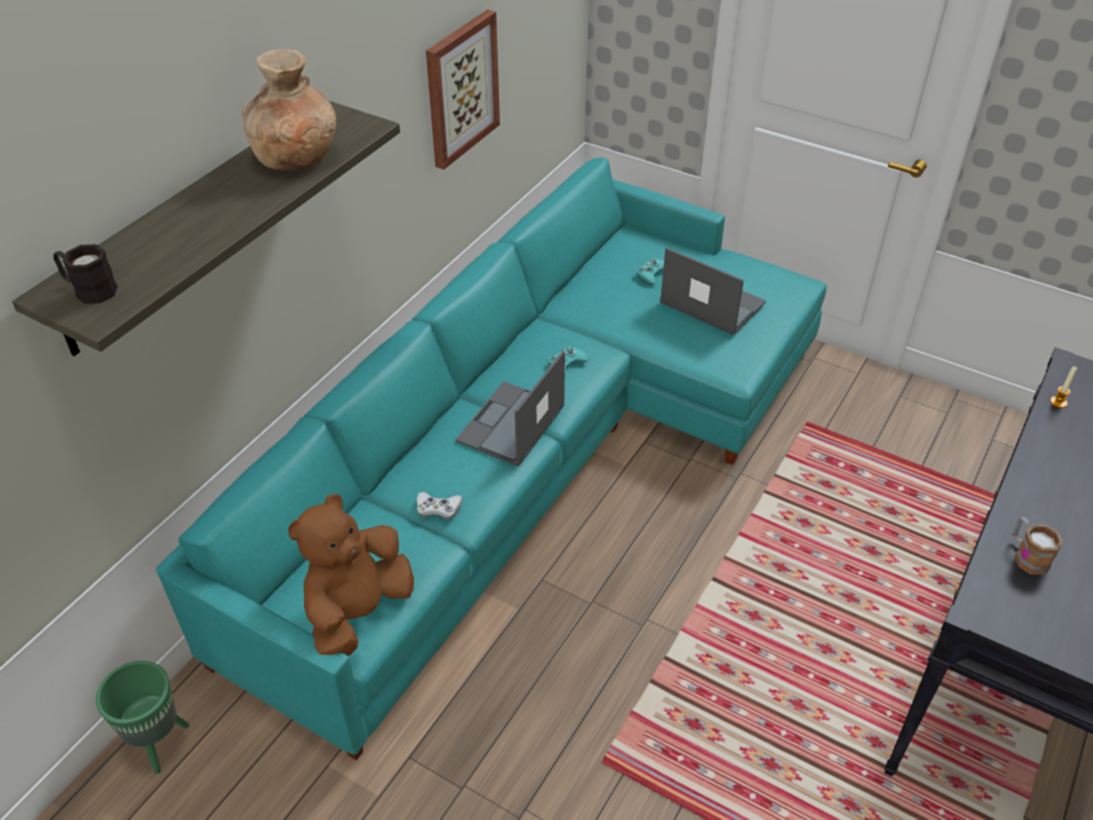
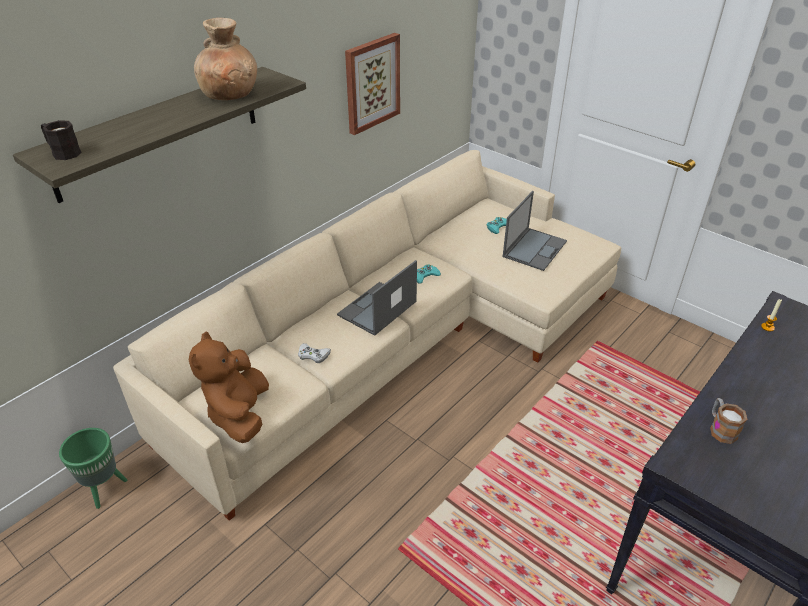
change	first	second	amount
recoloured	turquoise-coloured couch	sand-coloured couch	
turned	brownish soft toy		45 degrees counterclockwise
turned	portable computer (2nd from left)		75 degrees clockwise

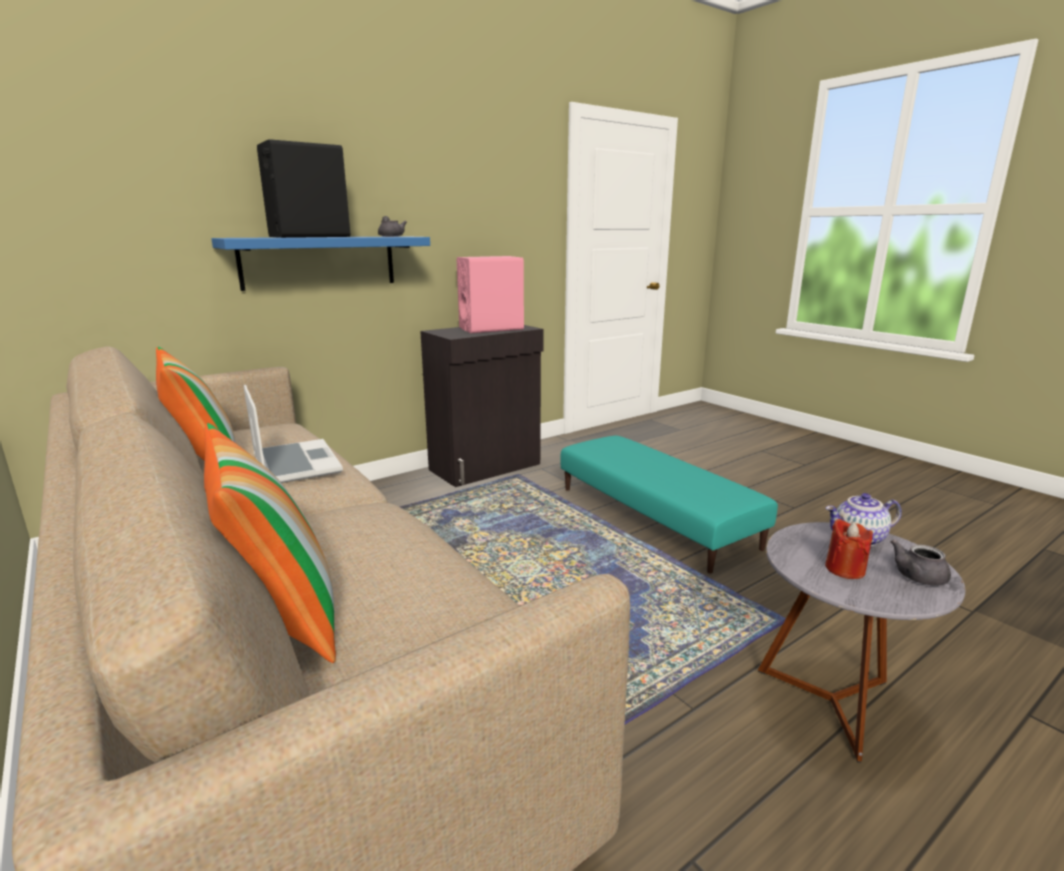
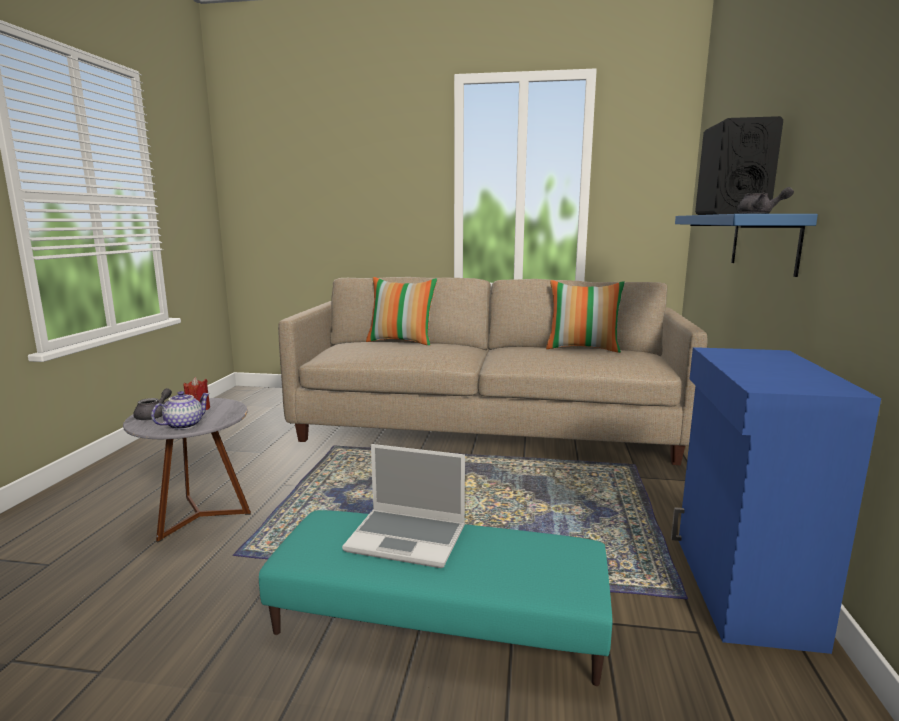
change	first	second	amount
moved	portable computer		
recoloured	black-coloured storage cabinet	blue storage cabinet	
removed	pinkish speaker		

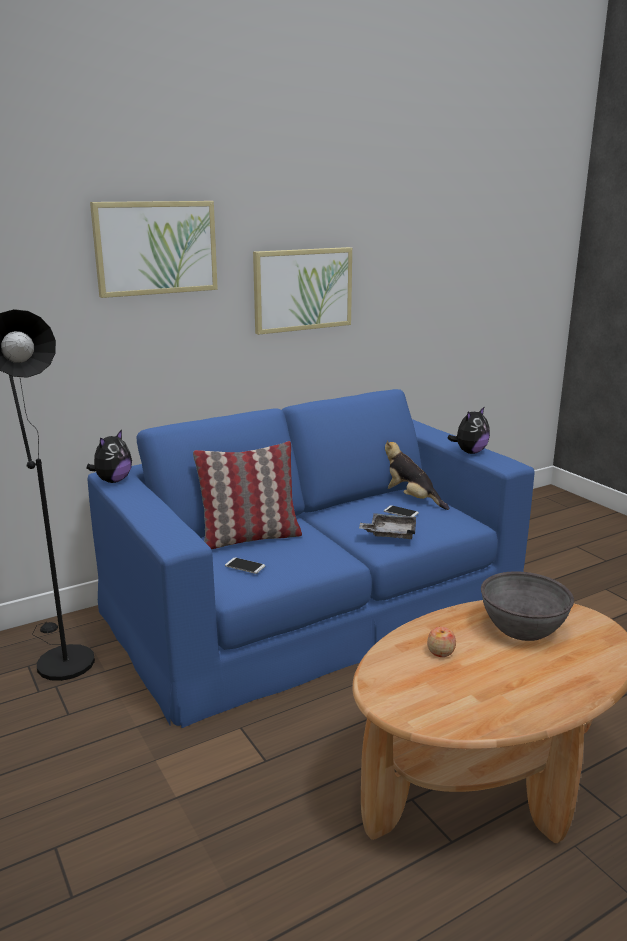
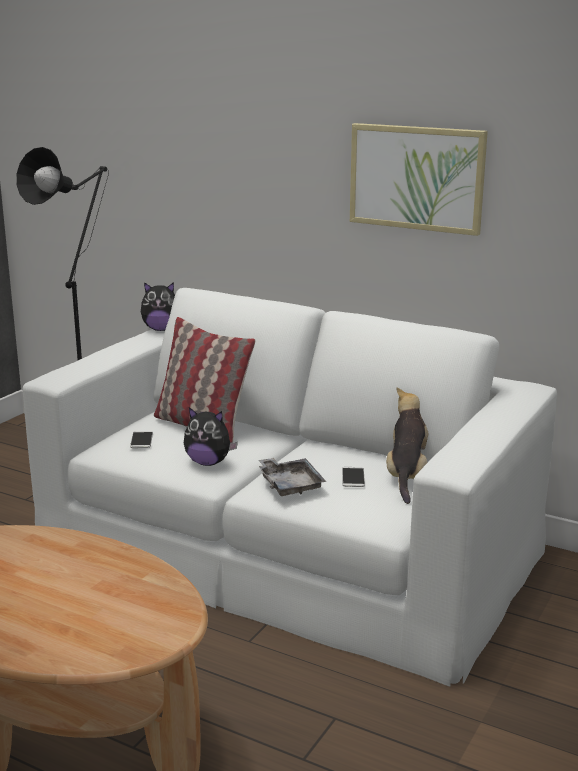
change	first	second	amount
recoloured	blue couch	whitish couch	
removed	picture (1st from left)		
removed	apple		
moved	soft toy (3rd from left in the first image)	soft toy (2nd from left)	
removed	gray bowl		

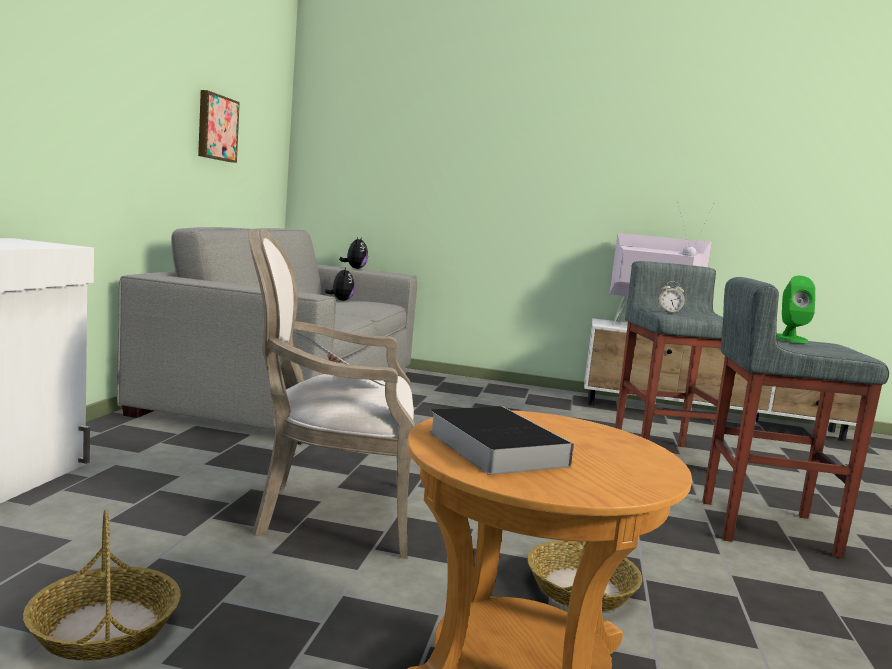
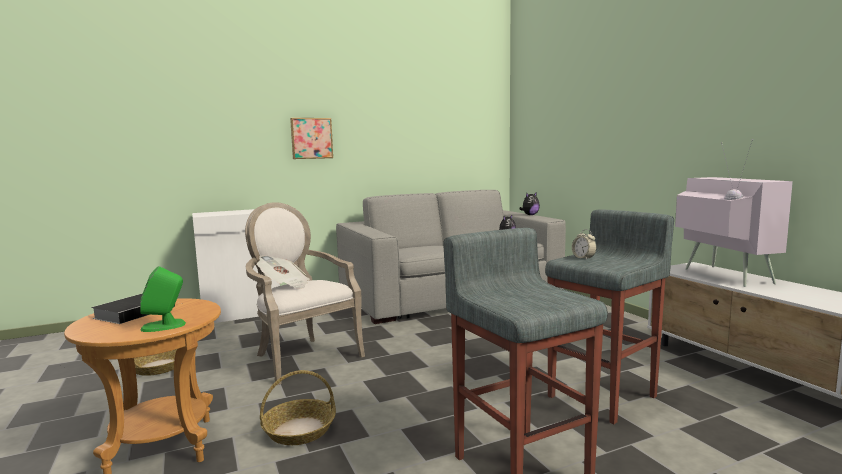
change	first	second	amount
moved	picture		
moved	green-coloured speaker		

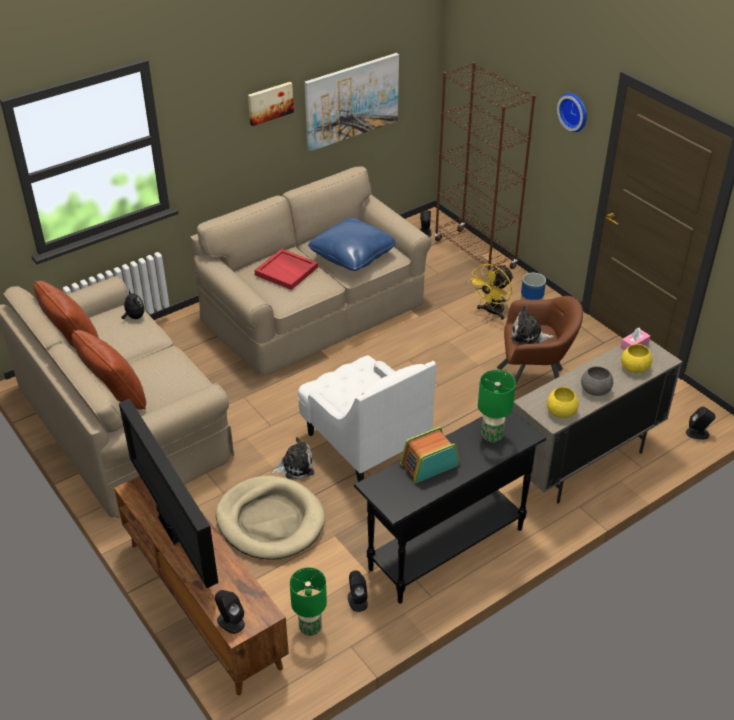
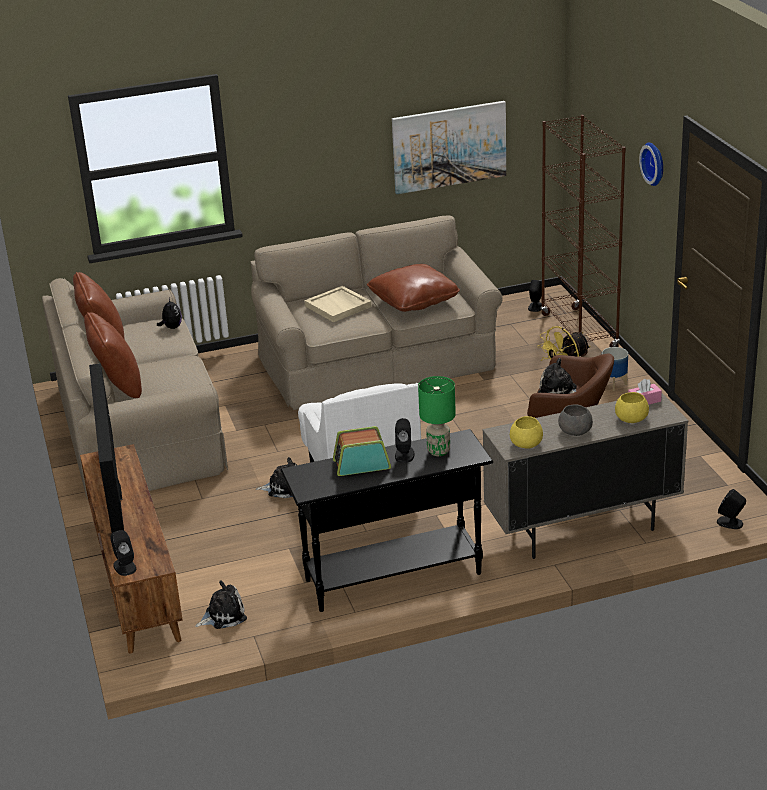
change	first	second	amount
removed	sand-coloured dog cushion		
removed	picture (1st from left)		
recoloured	red tray	sand-coloured tray	
replaced	green-coloured lamp for a table (1st from left)	soft toy (2nd from left)	
recoloured	blue throw pillow	brownish throw pillow (3rd from left)	
moved	black-coloured speaker (2nd from left)		

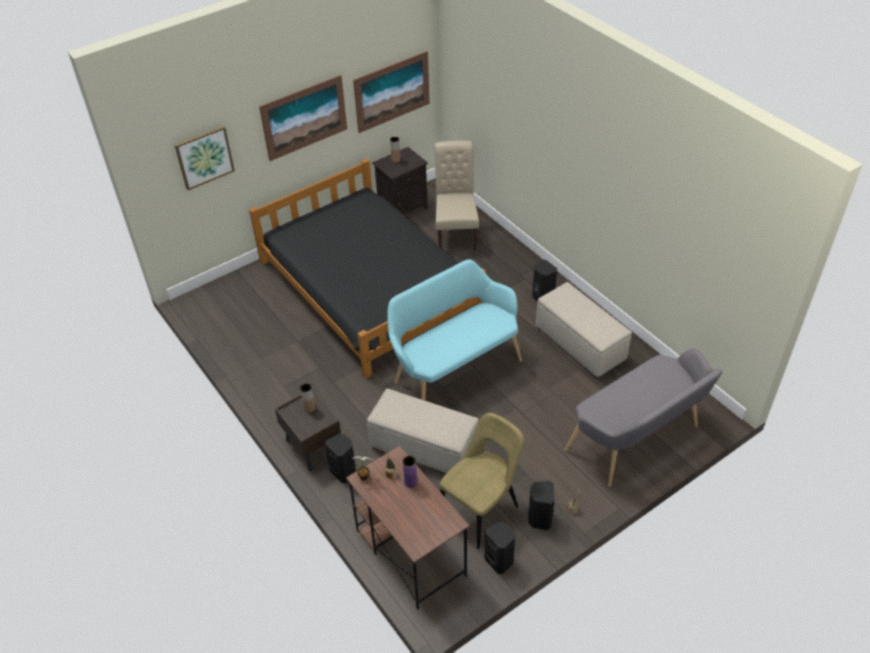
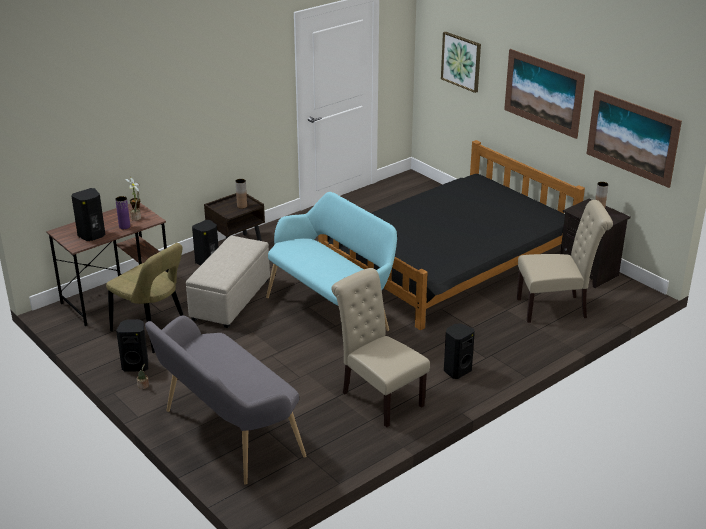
change	first	second	amount
moved	black-coloured speaker (2nd from left in the first image)	black-coloured speaker (1st from left)	
replaced	sand-coloured ottoman (2nd from left)	sand-coloured chair (2nd from left)	

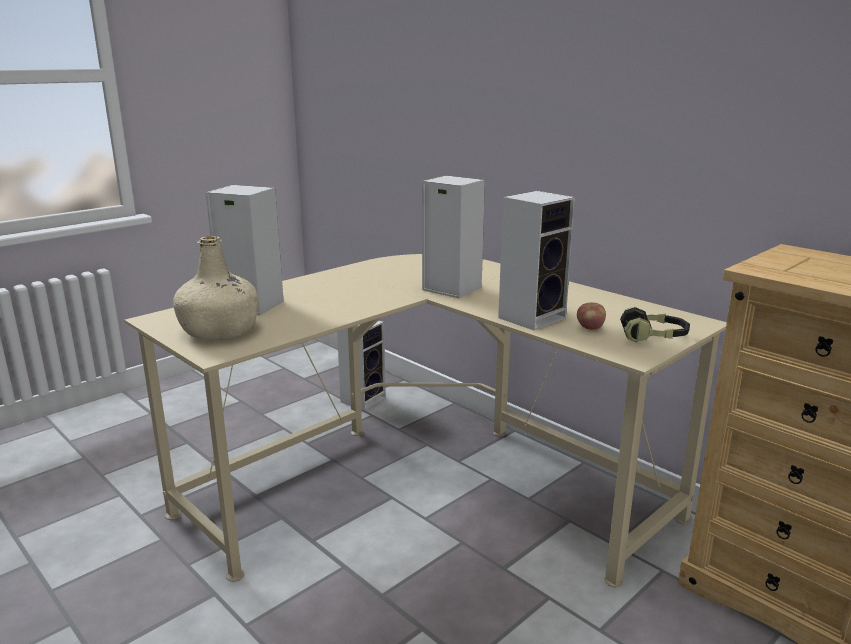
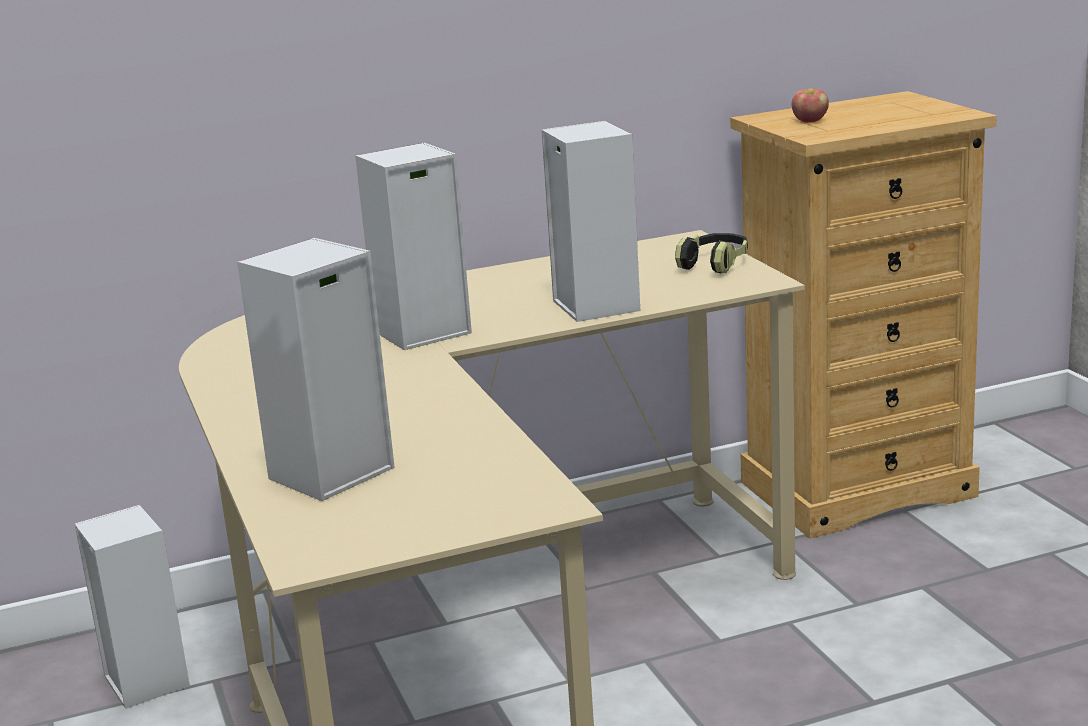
change	first	second	amount
removed	sand-coloured drink bottle		
moved	apple		

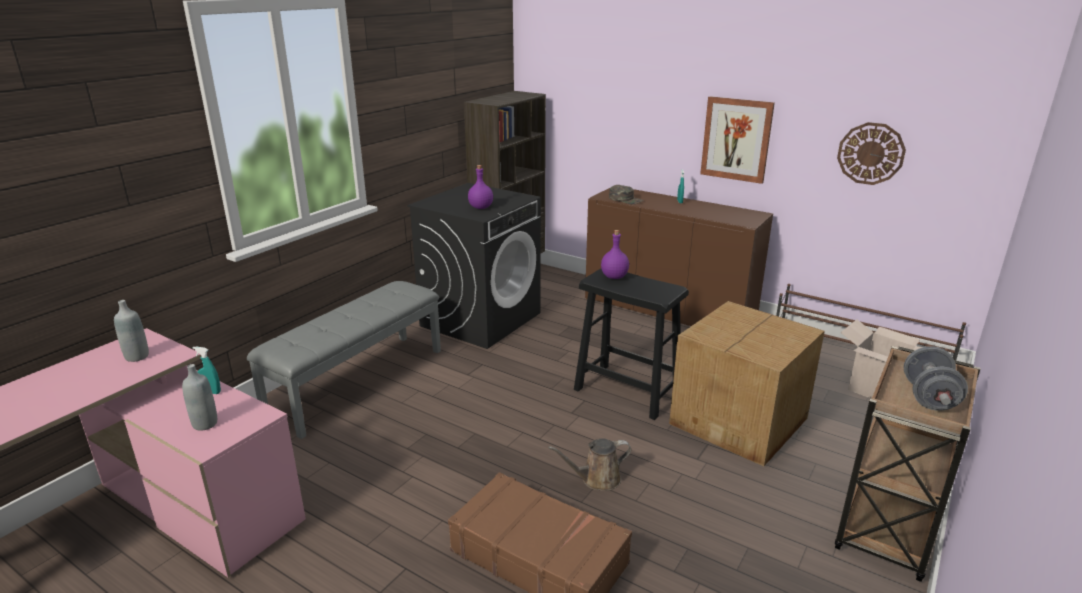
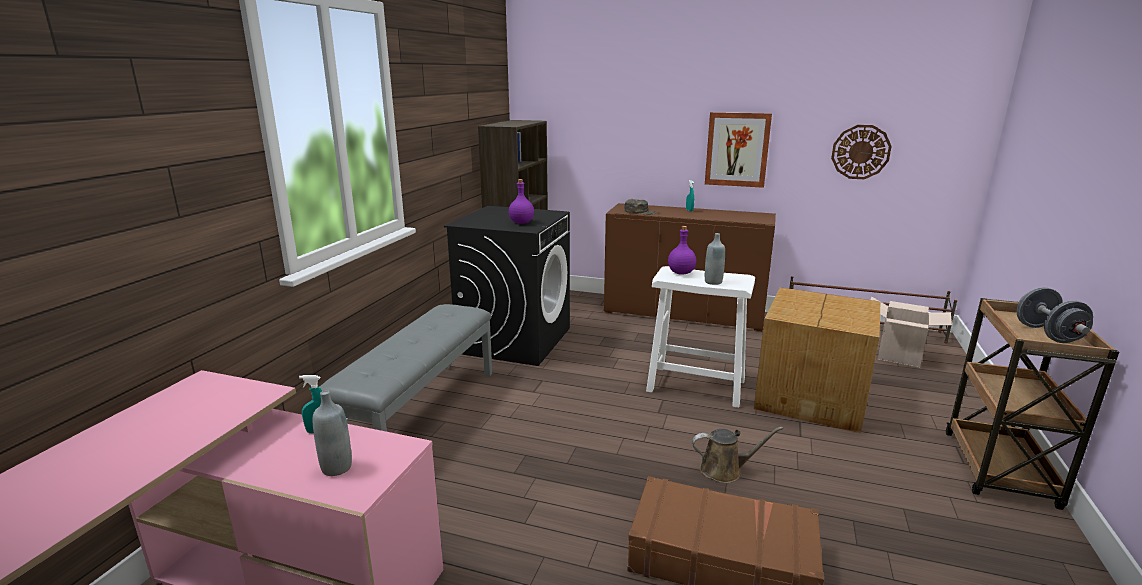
change	first	second	amount
moved	gray drink bottle (1st from left in the first image)	gray drink bottle (2nd from left)	
turned	brownish sprinkling can		150 degrees counterclockwise
recoloured	black-coloured stool	whitish stool	

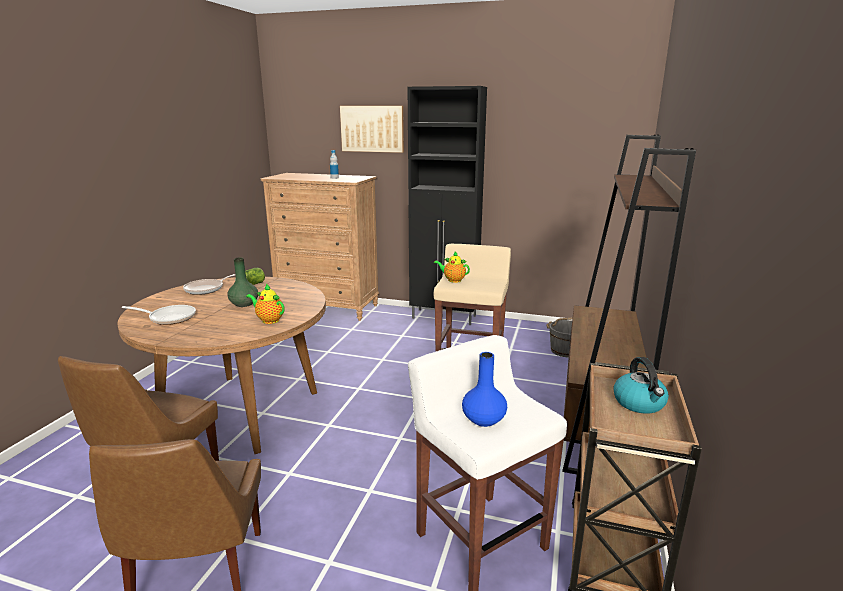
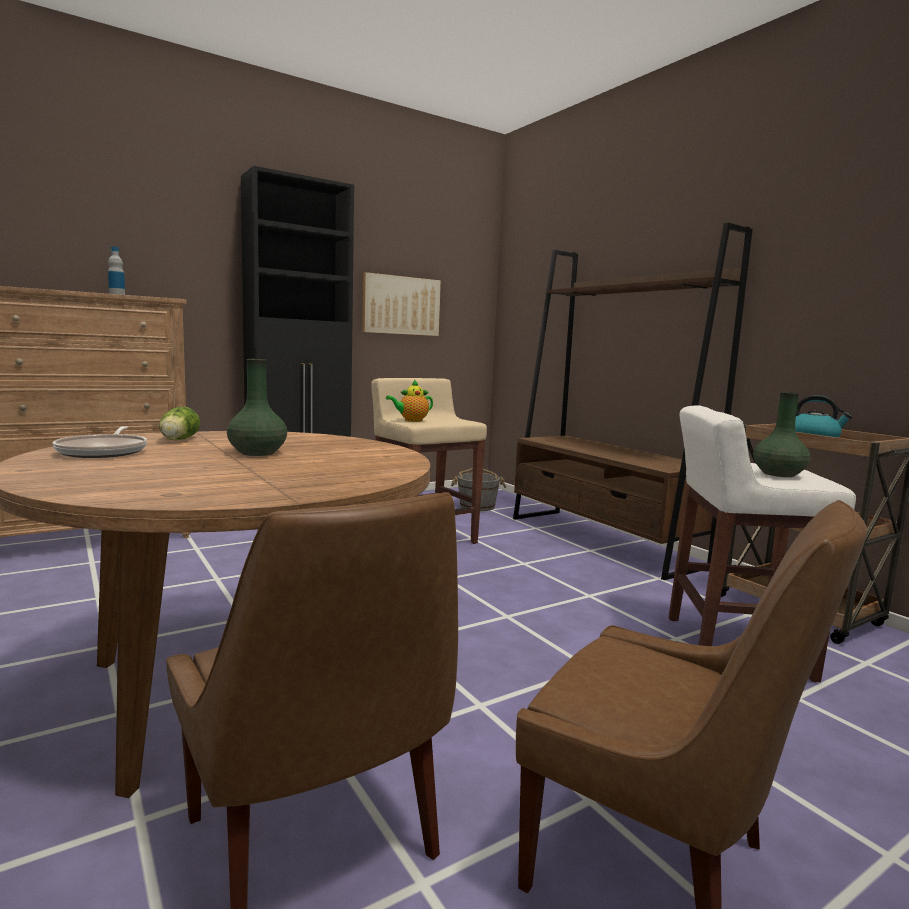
change	first	second	amount
removed	pan (1st from left)		
removed	teapot (1st from left)		
moved	picture		
recoloured	blue flower vase	green-coloured flower vase (2nd from left)	

